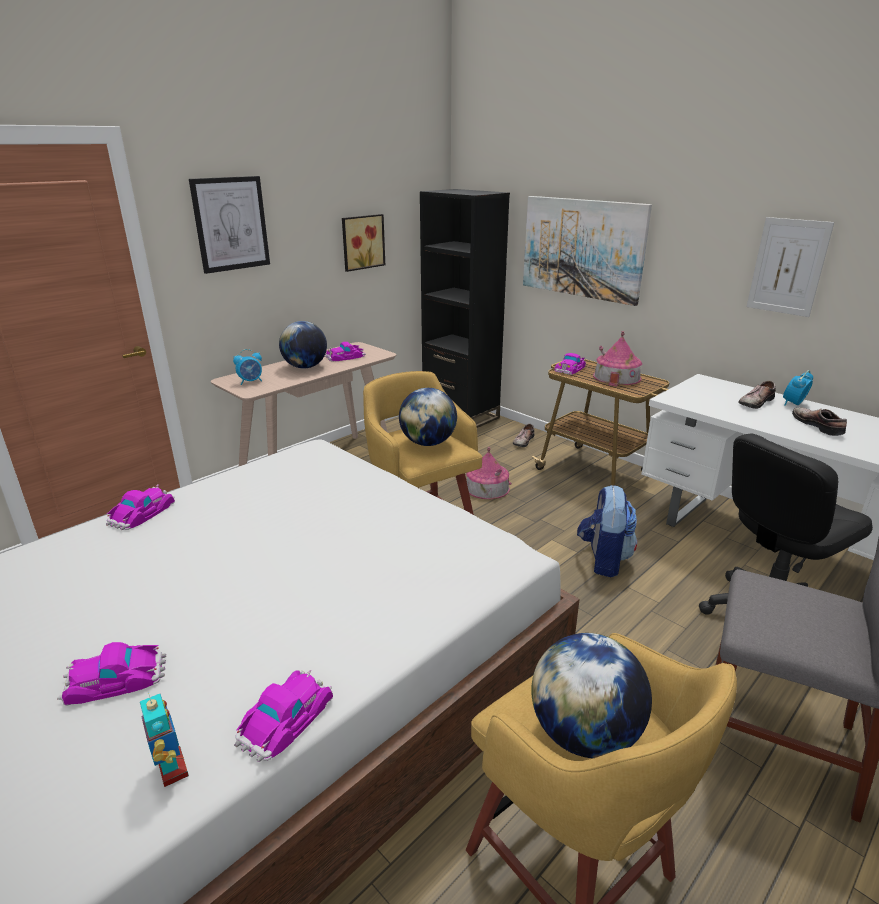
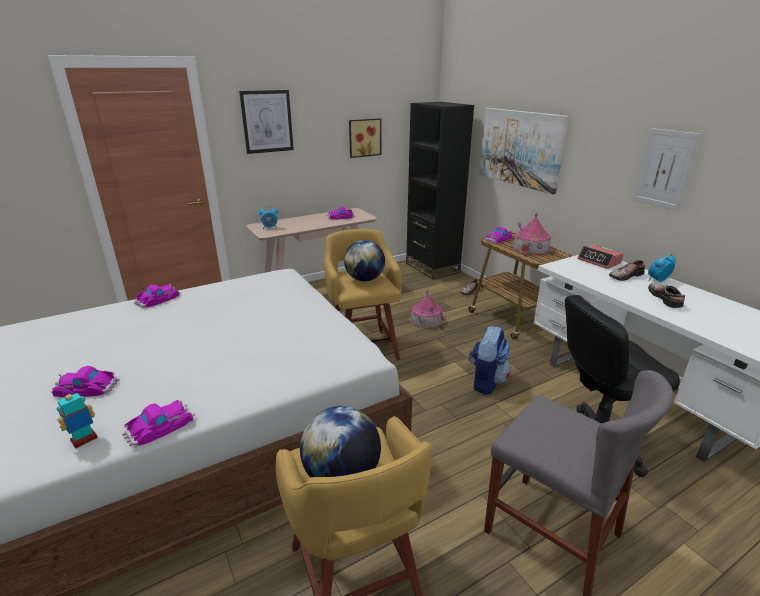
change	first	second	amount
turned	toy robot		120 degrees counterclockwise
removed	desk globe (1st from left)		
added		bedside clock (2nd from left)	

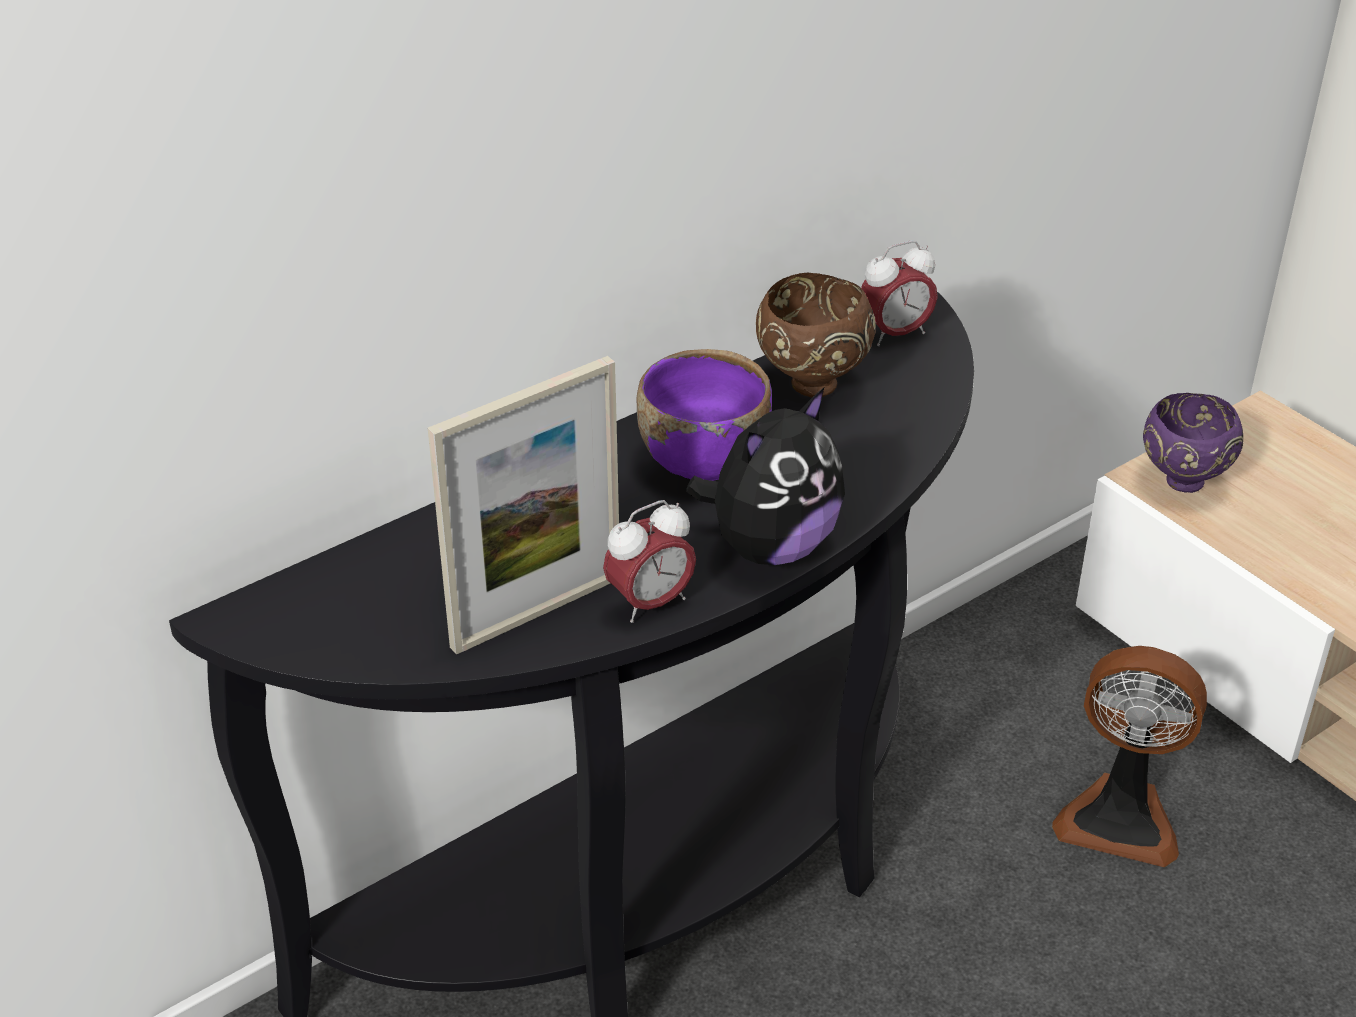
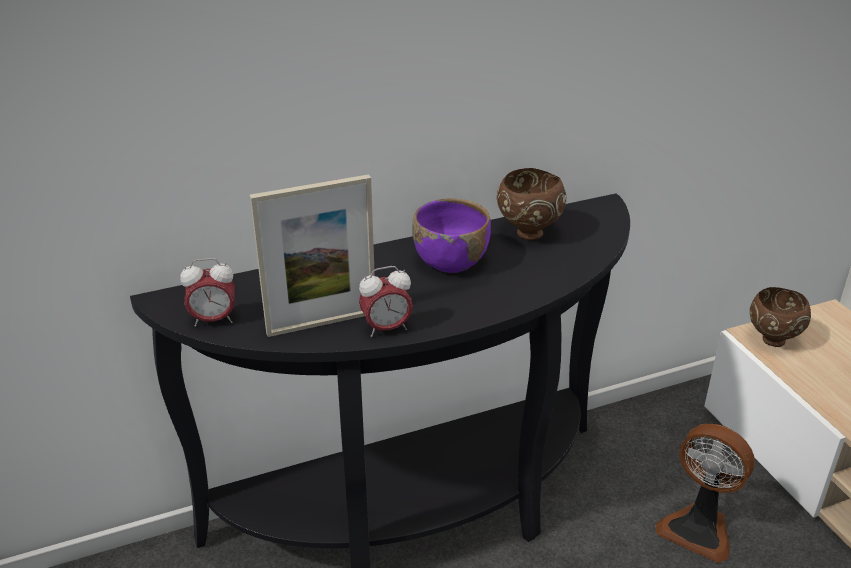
change	first	second	amount
removed	soft toy		
moved	bedside clock (2nd from left in the first image)	bedside clock (1st from left)	
recoloured	purple-coloured bowl (2nd from left)	brownish bowl (2nd from left)	

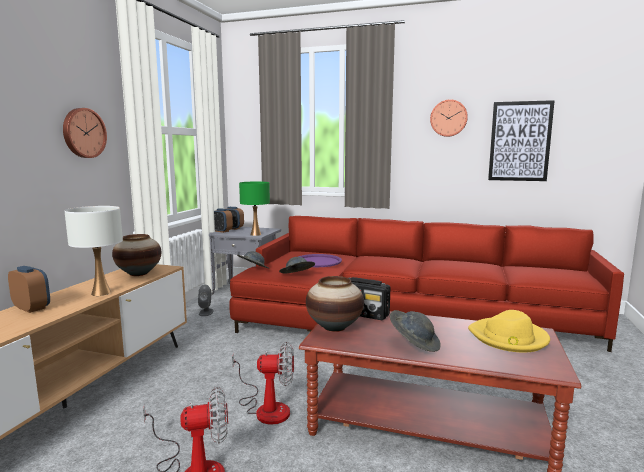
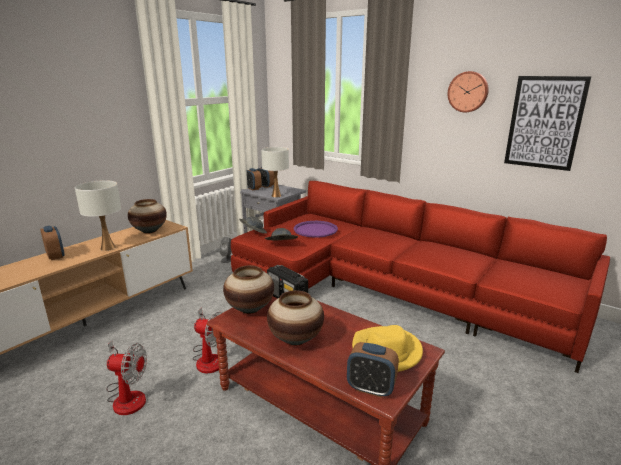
change	first	second	amount
removed	clock on the wall (1st from left)		
recoloured	green-coloured lamp for a table	whitish lamp for a table (2nd from left)	
replaced	gray clothing hat (3rd from left)	flower vase (3rd from left)	
added		bedside clock (4th from left)	

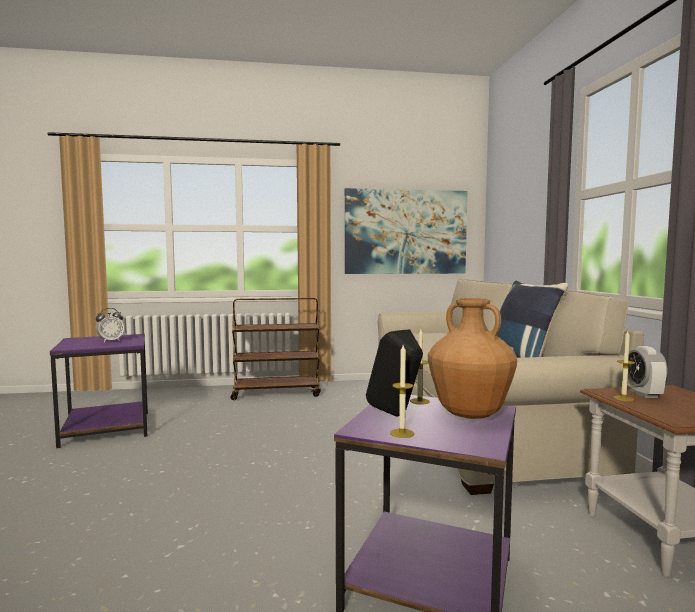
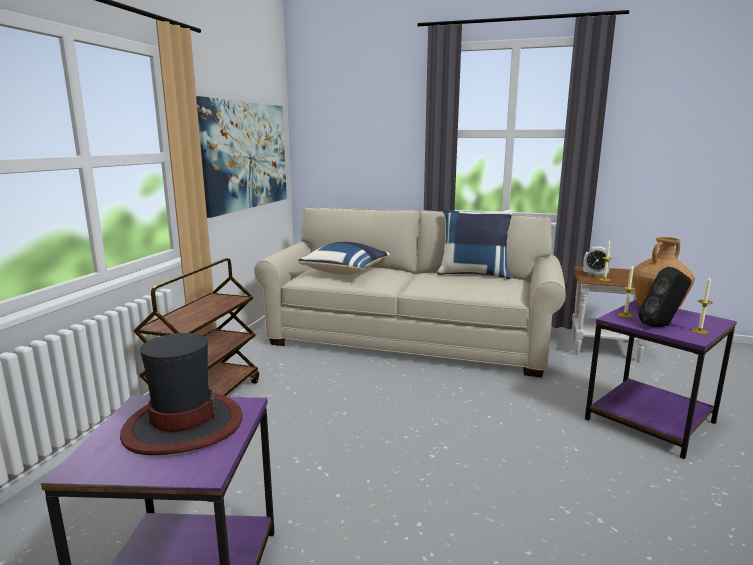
change	first	second	amount
replaced	bedside clock (1st from left)	clothing hat	
added		blue throw pillow (1st from left)	

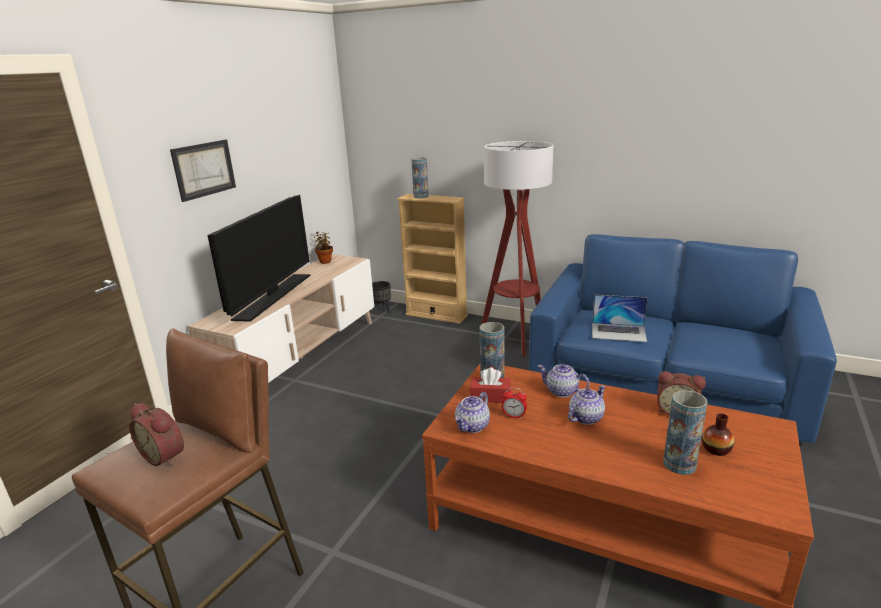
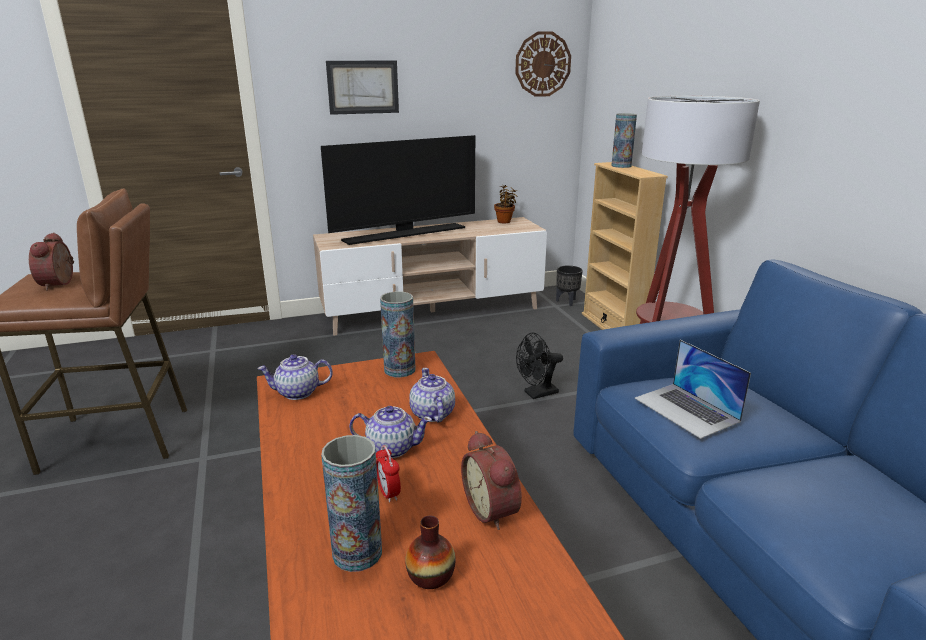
change	first	second	amount
removed	red tissue holder		
moved	bedside clock (2nd from left)		
added		clock on the wall	
added		black-coloured fan	

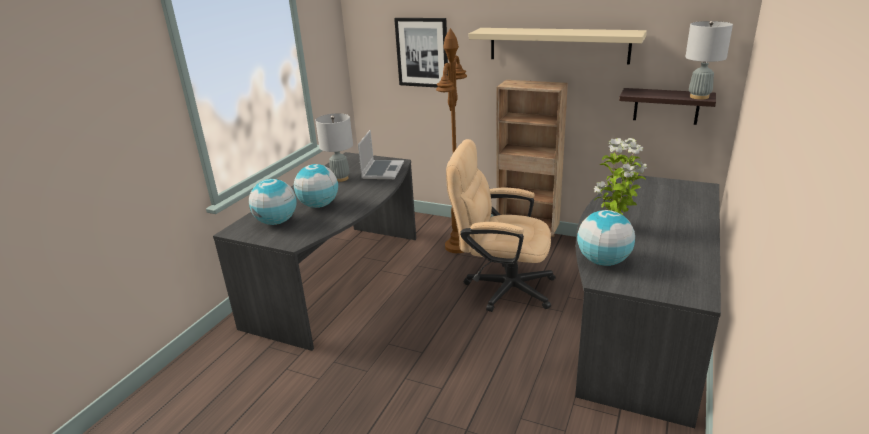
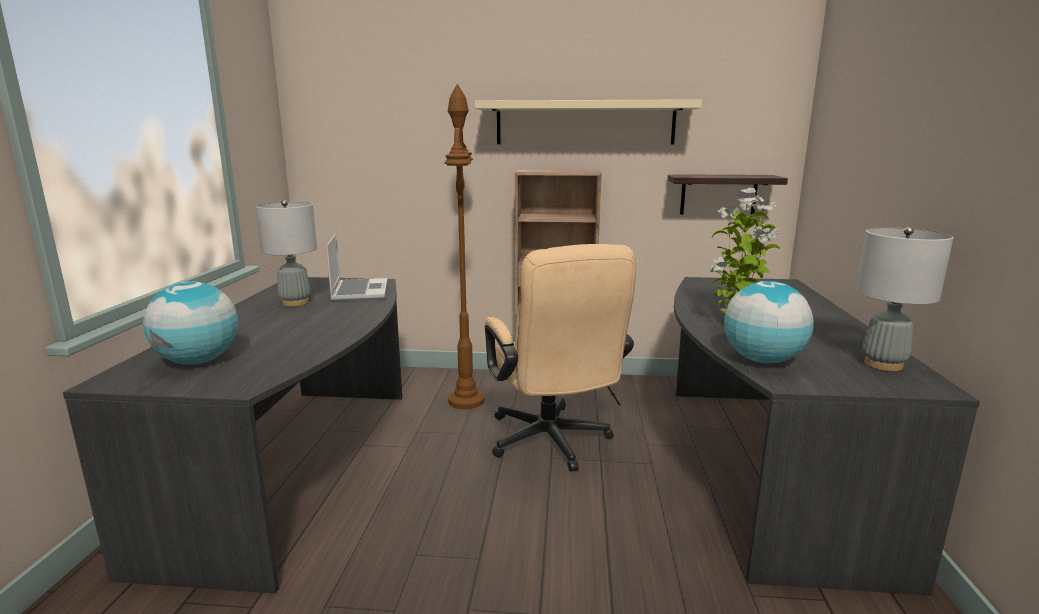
change	first	second	amount
removed	desk globe (2nd from left)		
removed	picture		
turned	sand-coloured office chair		105 degrees counterclockwise
moved	gray lamp for a table (2nd from left)		

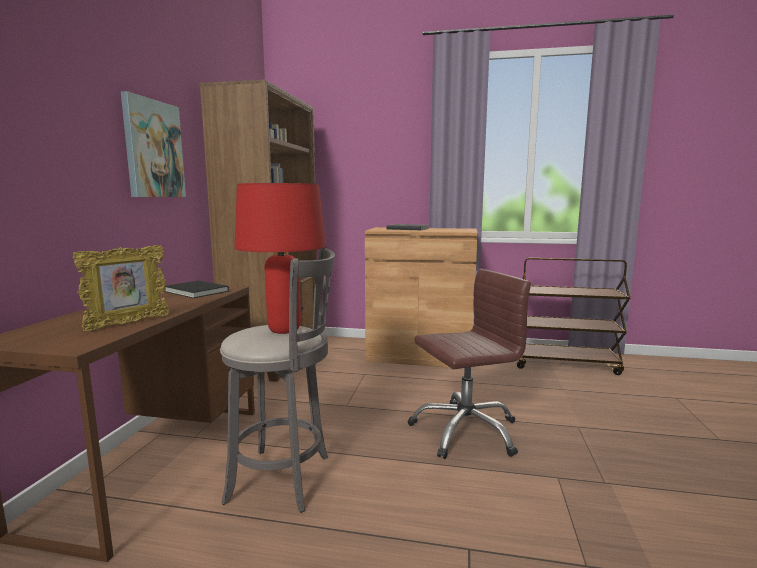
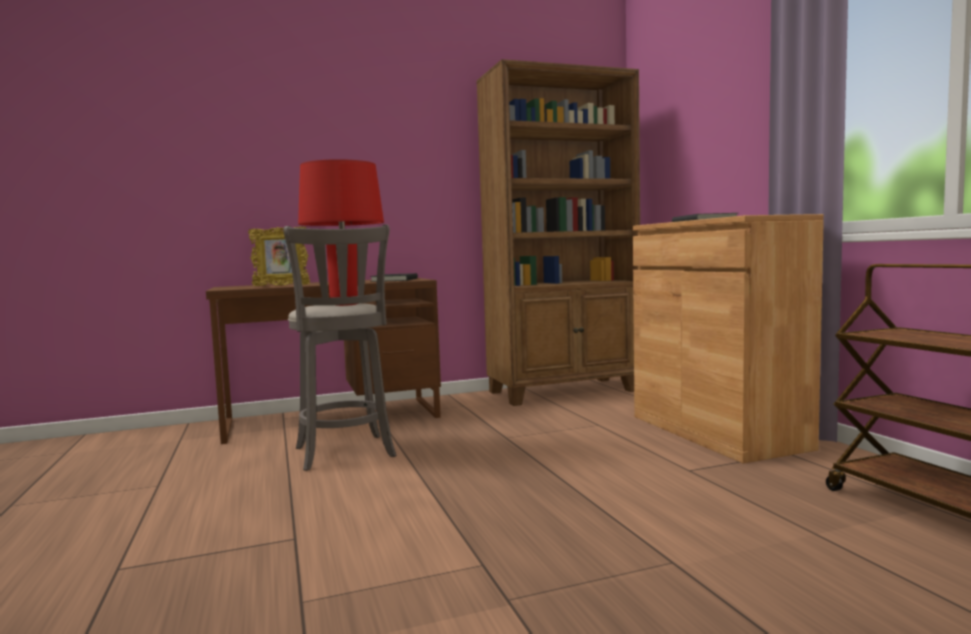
change	first	second	amount
removed	picture		
removed	brownish office chair		

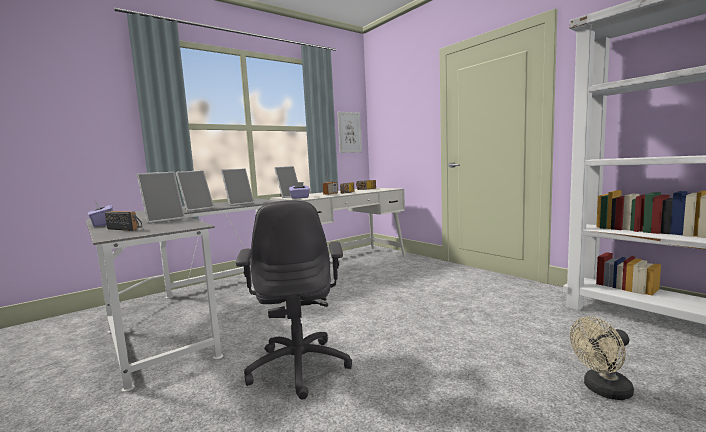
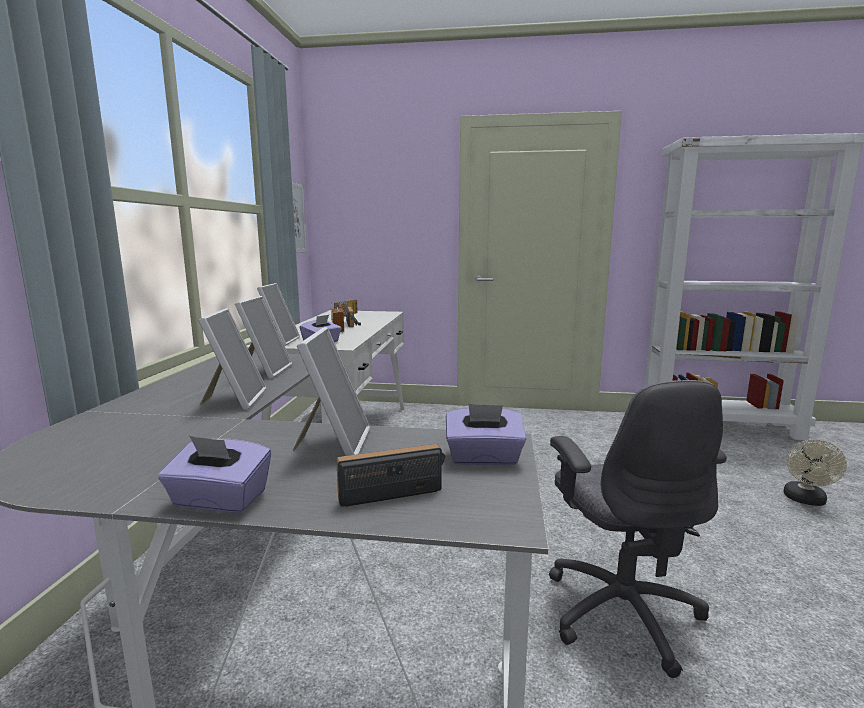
change	first	second	amount
turned	gray office chair		45 degrees clockwise
added		purple-coloured tissue holder (3rd from left)	

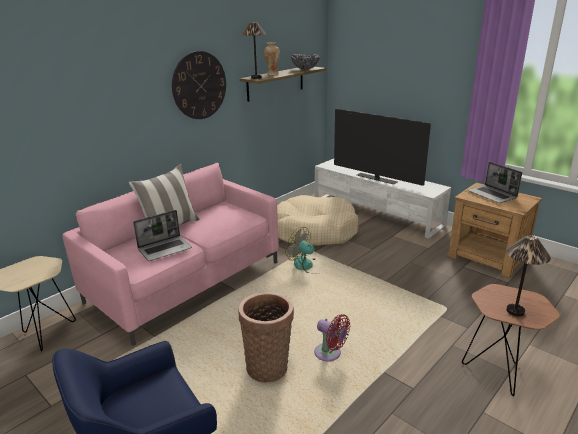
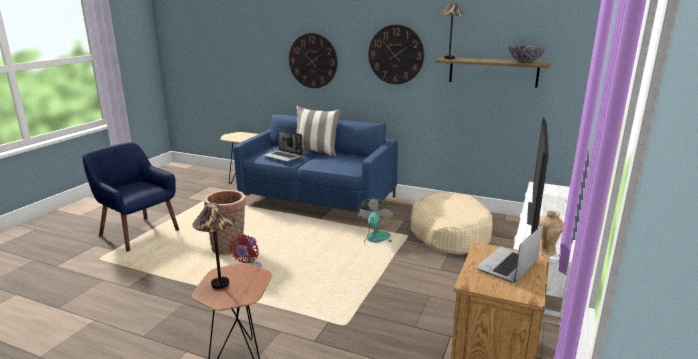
change	first	second	amount
recoloured	pinkish couch	blue couch	
moved	flower vase		
added		clock on the wall (1st from left)	

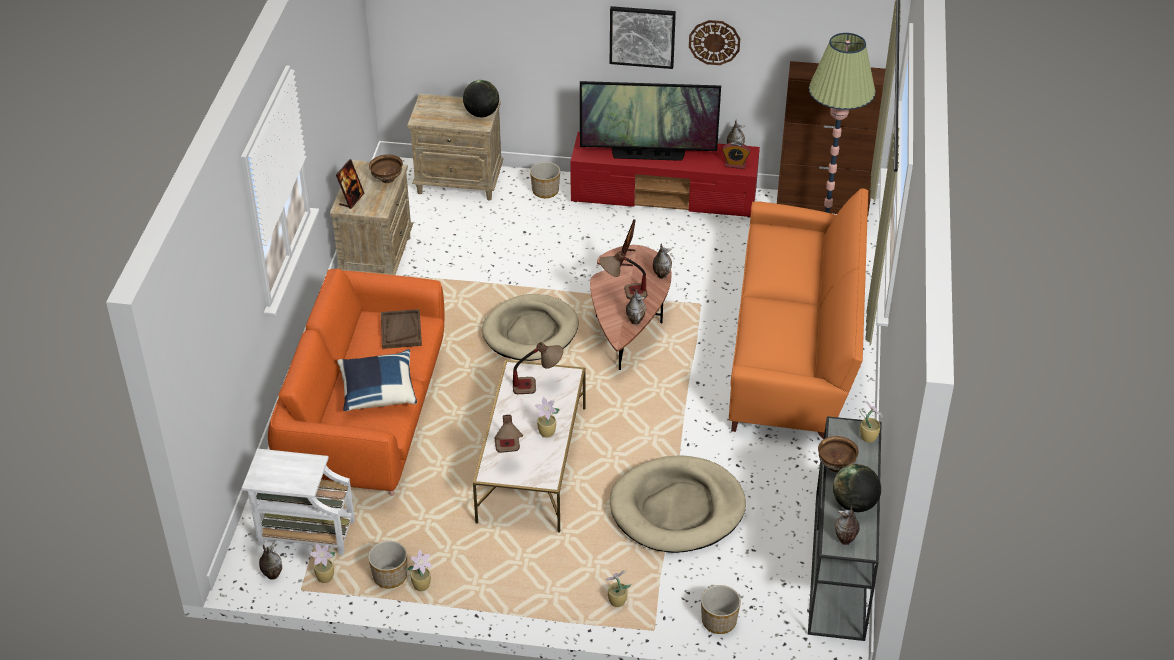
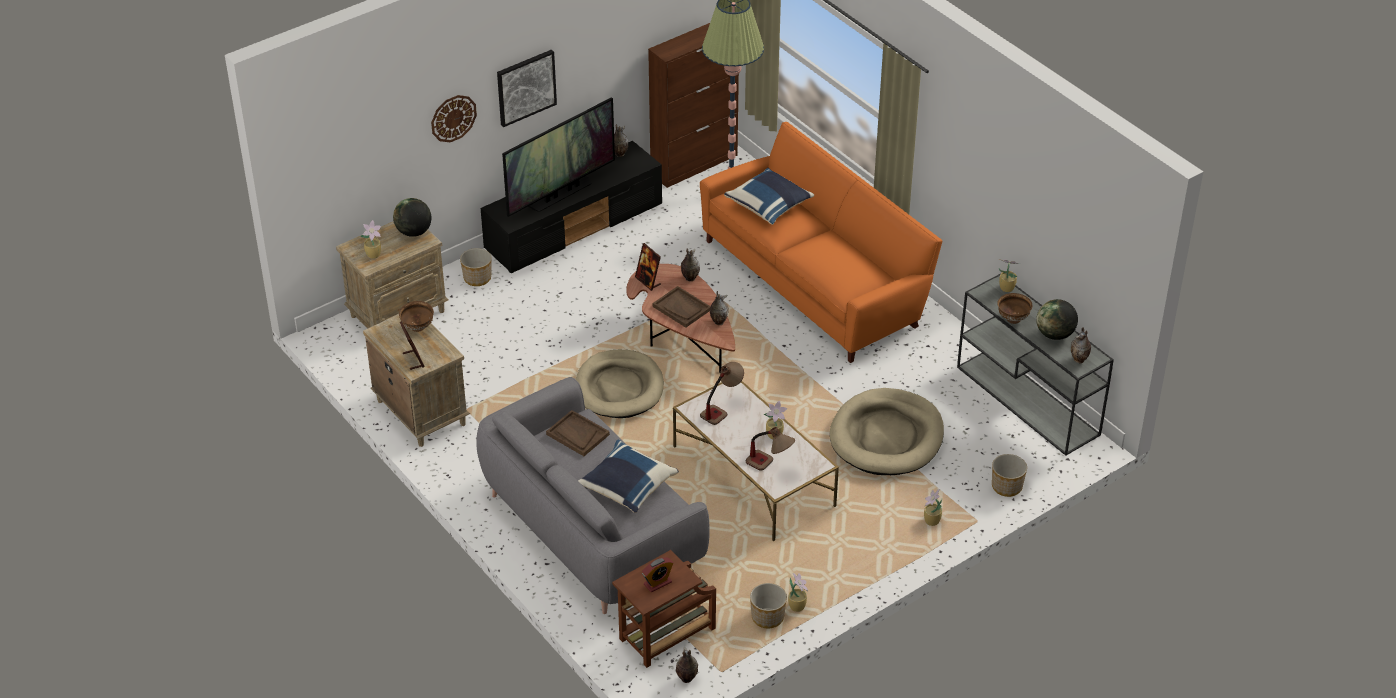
change	first	second	amount
recoloured	whitish side table	brownish side table	
recoloured	orange-coloured couch (1st from left)	gray couch	
moved	potted plant (1st from left)		
recoloured	red tv unit	black-coloured tv unit	
replaced	lamp for a table (3rd from left)	brownish tray (2nd from left)	
moved	clock on the wall		
moved	bedside clock		
added		blue throw pillow (2nd from left)	

